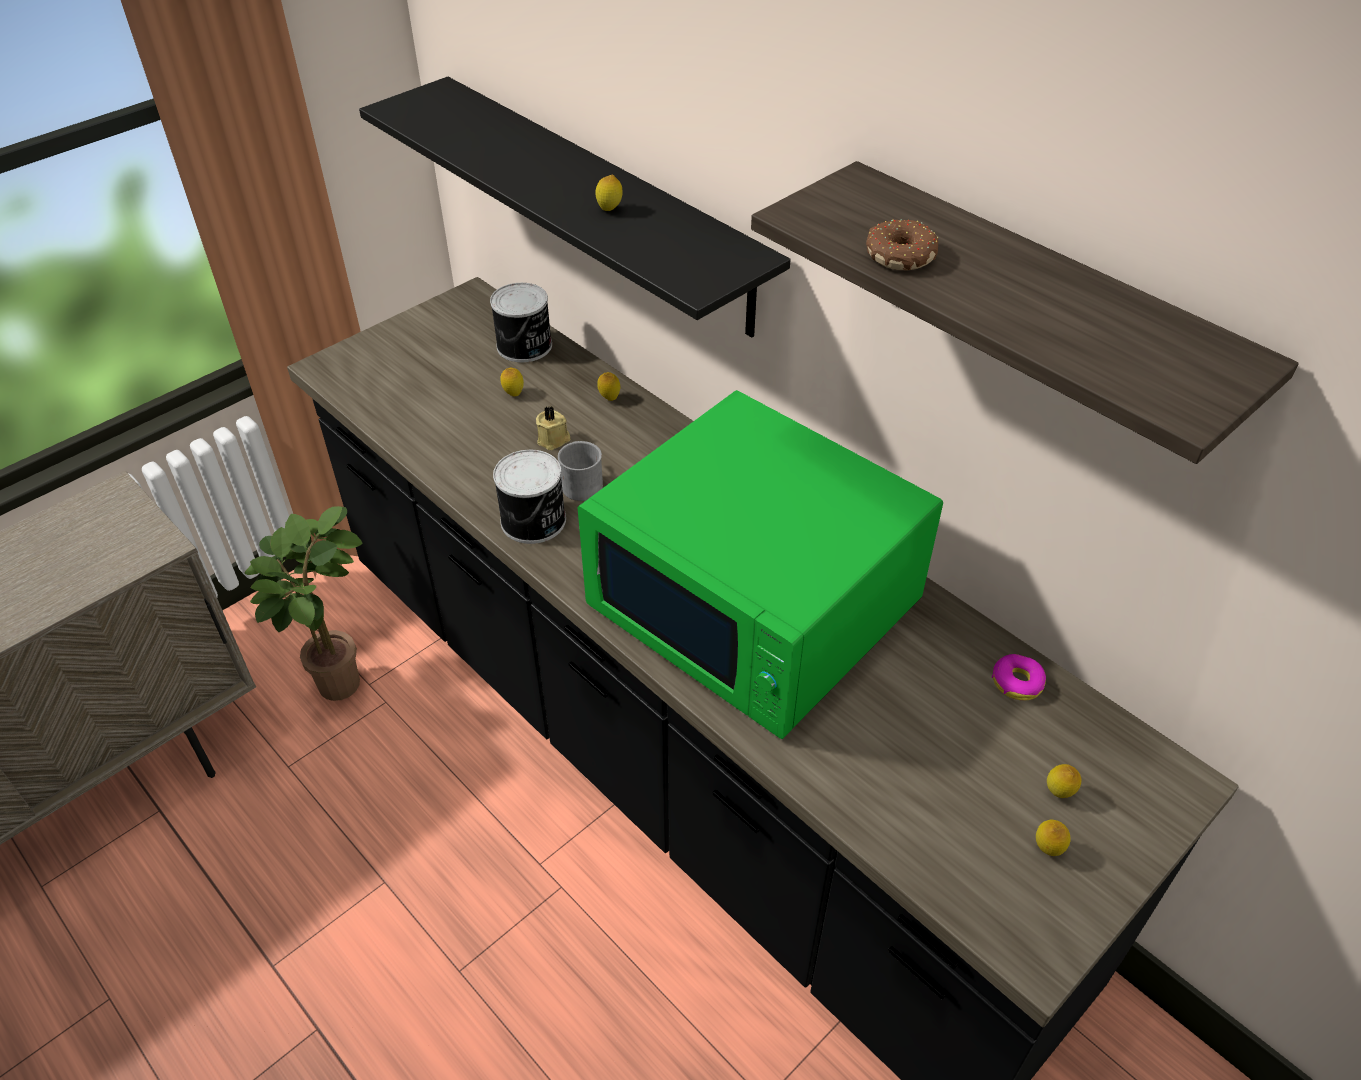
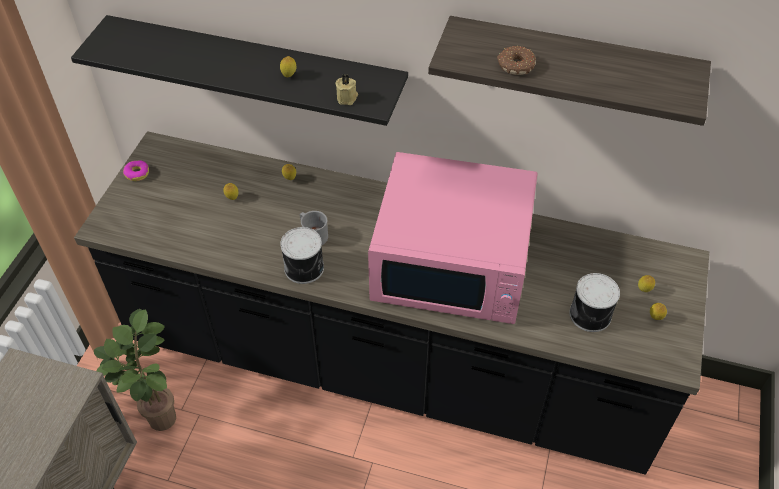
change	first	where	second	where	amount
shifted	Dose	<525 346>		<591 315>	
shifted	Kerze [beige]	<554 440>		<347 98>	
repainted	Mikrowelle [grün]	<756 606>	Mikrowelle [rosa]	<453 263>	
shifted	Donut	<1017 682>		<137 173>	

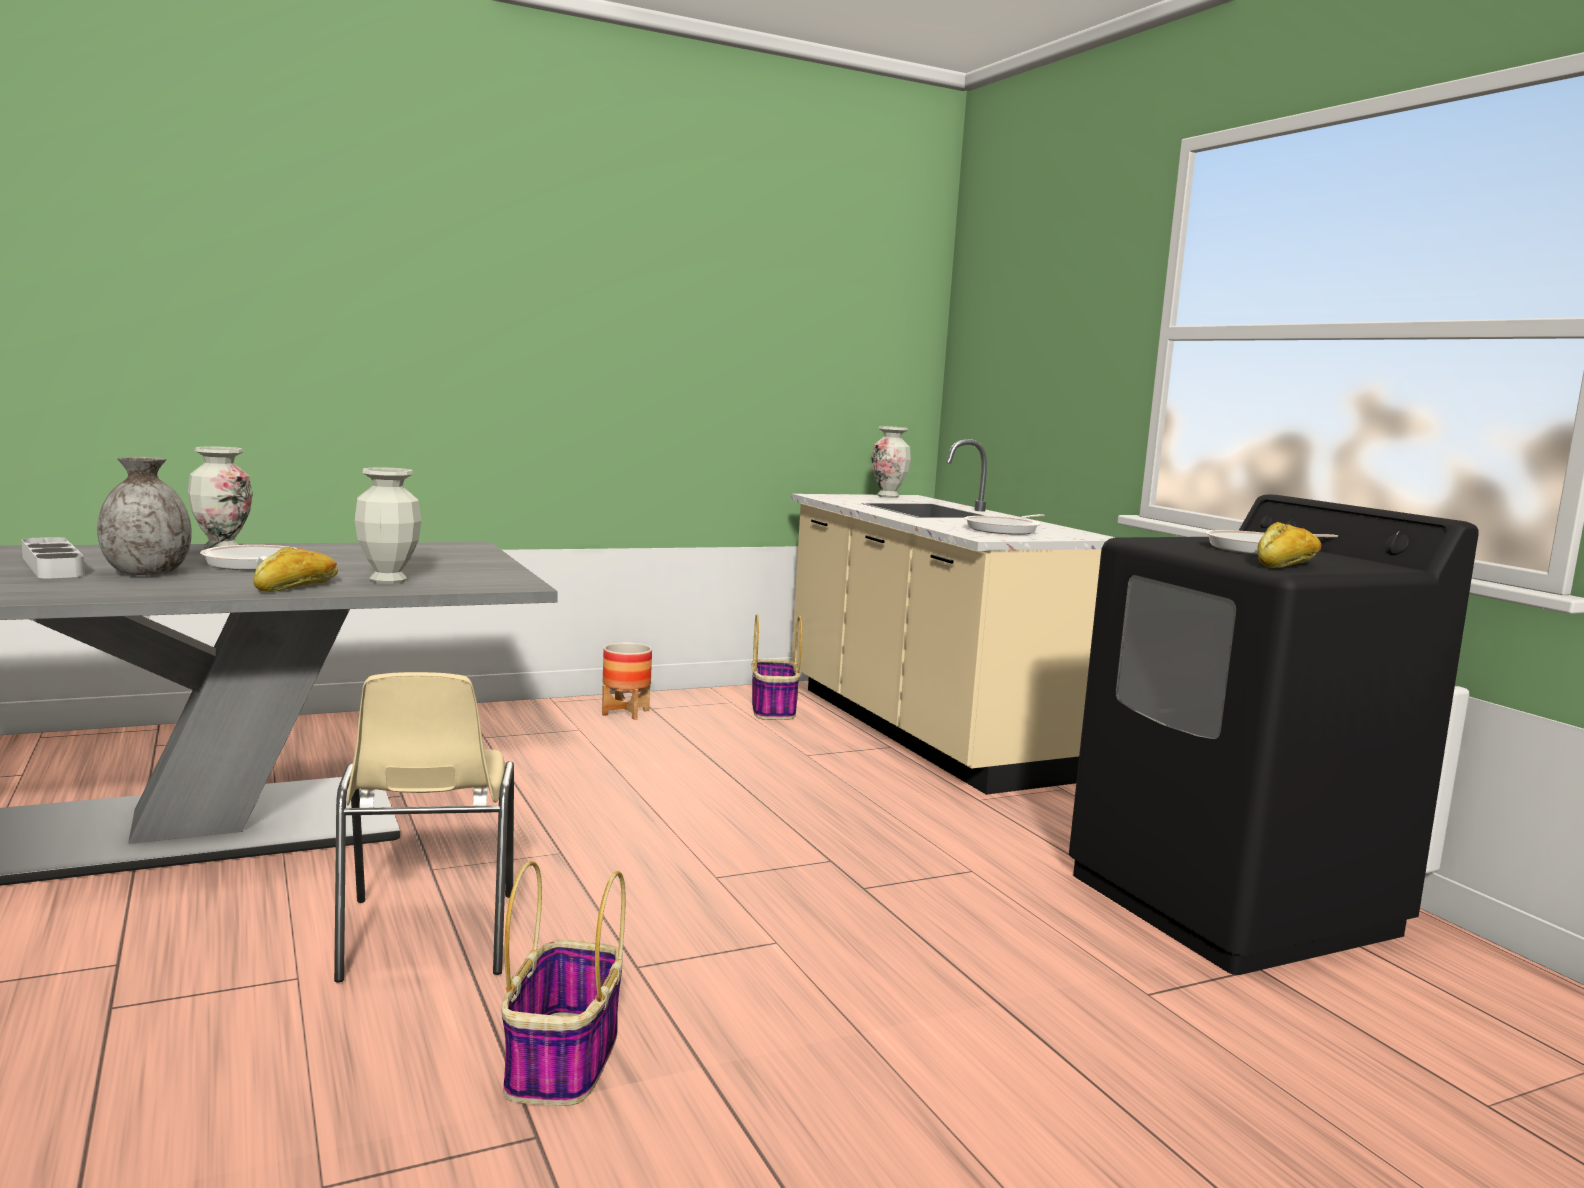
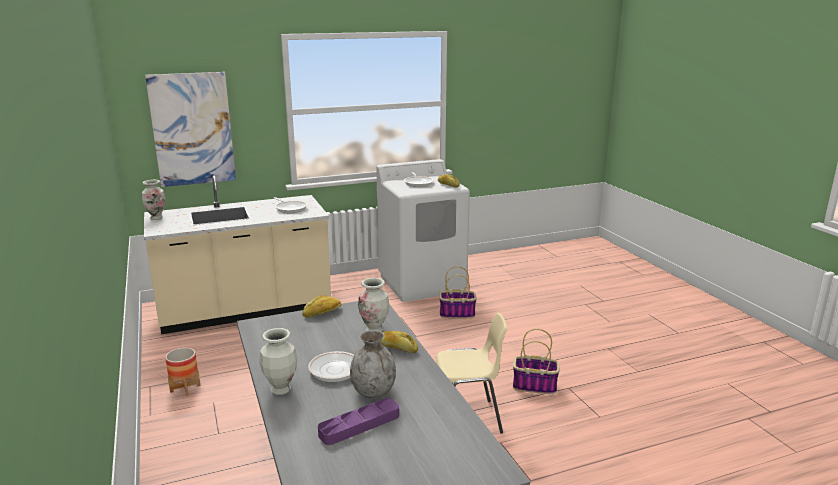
change	first	where	second	where	amount
repainted	Tablett [grau]	<52 566>	Tablett [lila]	<359 425>	
shifted	Korb	<773 710>		<457 314>	
repainted	Waschmaschine [schwarz]	<1233 904>	Waschmaschine [weiß]	<422 283>	
new			Bild	<192 129>	
new			Brot	<322 312>	

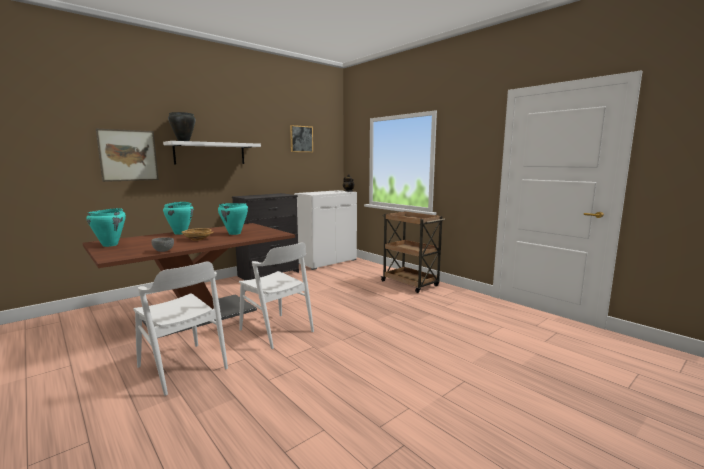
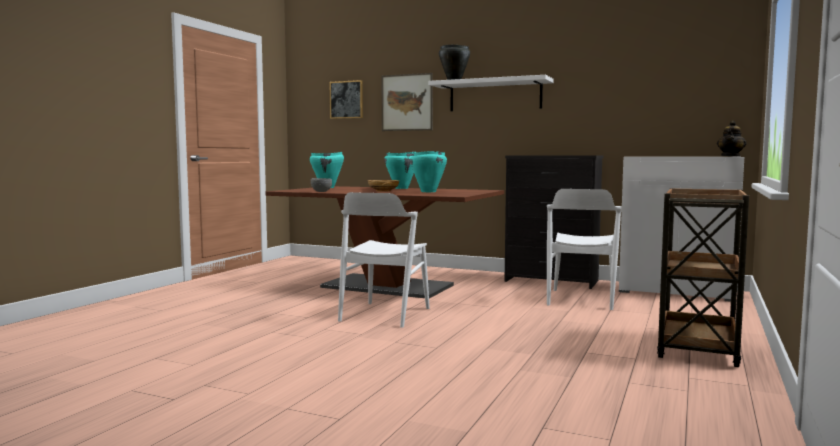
change	first	where	second	where	amount
shifted	Stuhl [weiß]	<182 367>		<581 299>	
shifted	Bild	<301 139>		<346 99>	

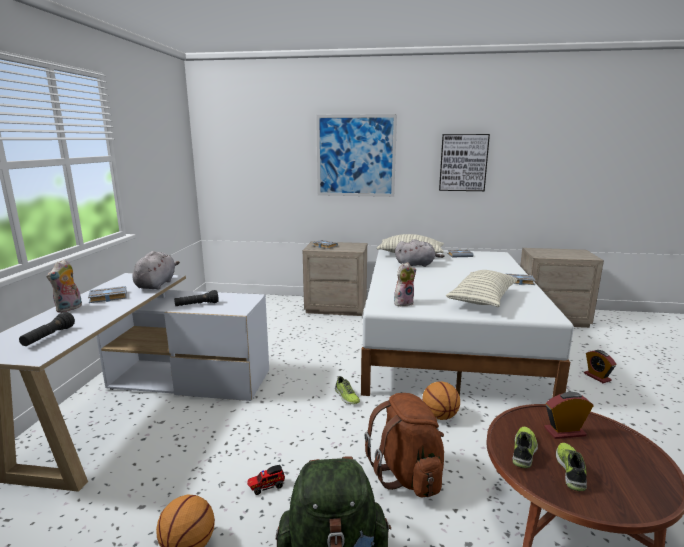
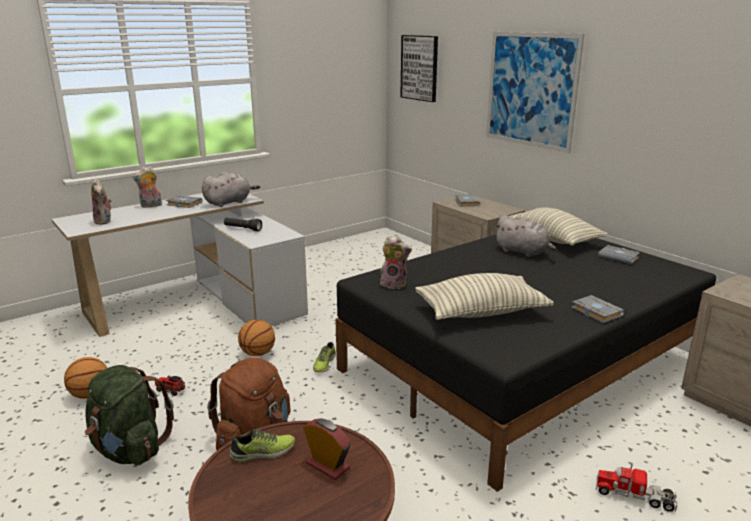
change	first	where	second	where	amount
swapped	Taschenlampe [schwarz]	<48 337>	Plüschtier	<104 221>	
repainted	Bett [weiß]	<447 342>	Bett [schwarz]	<521 365>	
shifted	Basketball	<439 416>		<257 353>	
shifted	Bild	<463 162>		<419 68>	
gone	Schuh	<571 470>			
swapped	Wecker	<597 377>	Spielzeuglaster	<634 495>	

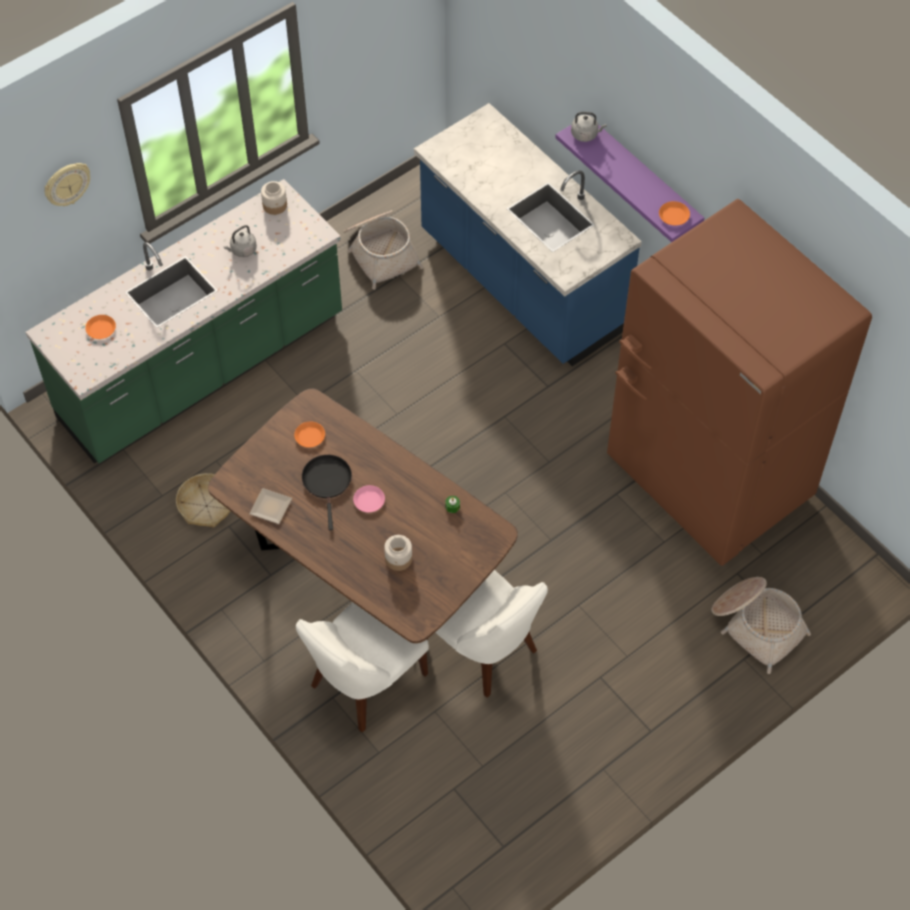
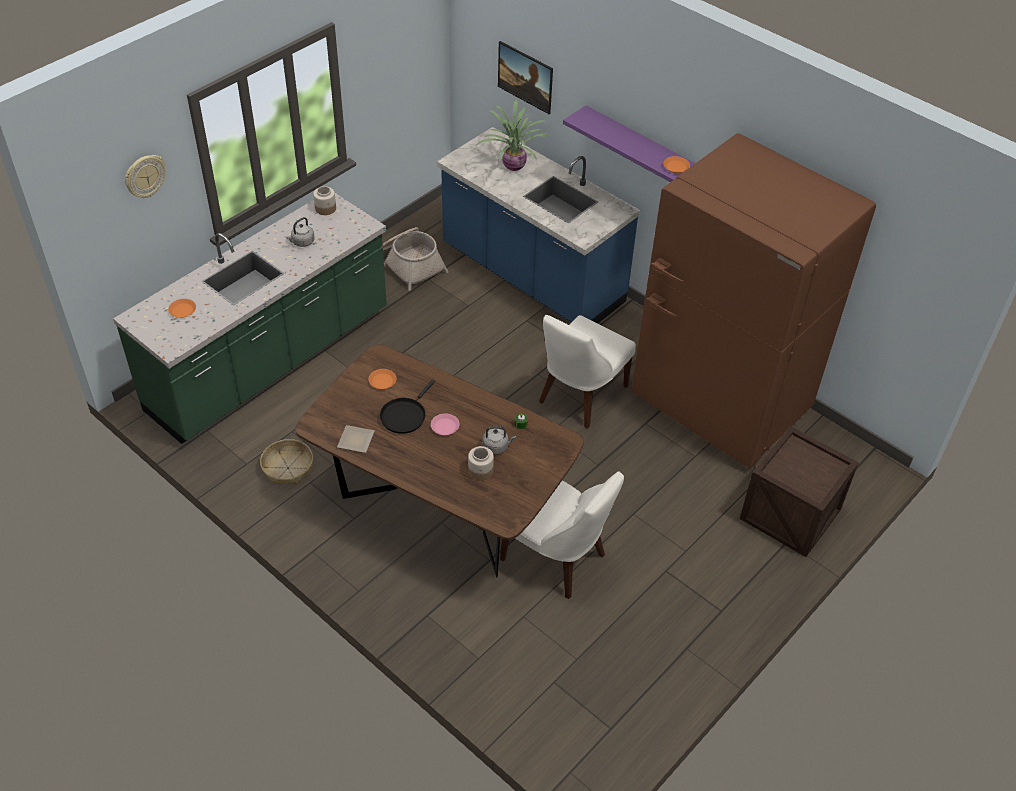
change	first	where	second	where	amount
shifted	Stuhl [weiß]	<364 682>		<580 396>	
rotated	Pfanne [schwarz]	<327 482>		<404 415>	135 degrees counterclockwise
shifted	Wasserkessel [grau]	<586 134>		<497 446>	
swapped	Korb	<756 625>	Kiste	<790 514>	
new			Topfpflanze	<514 165>	
new			Bild	<524 88>	

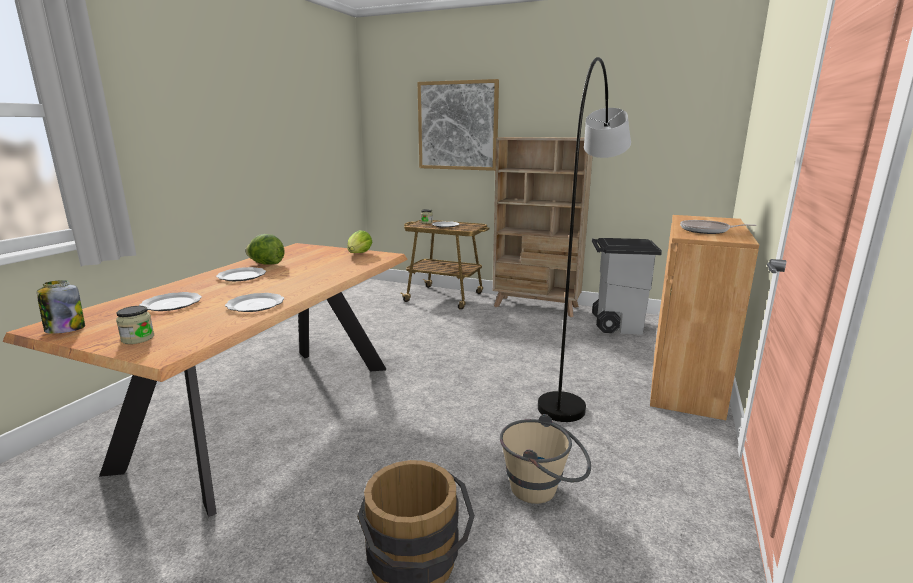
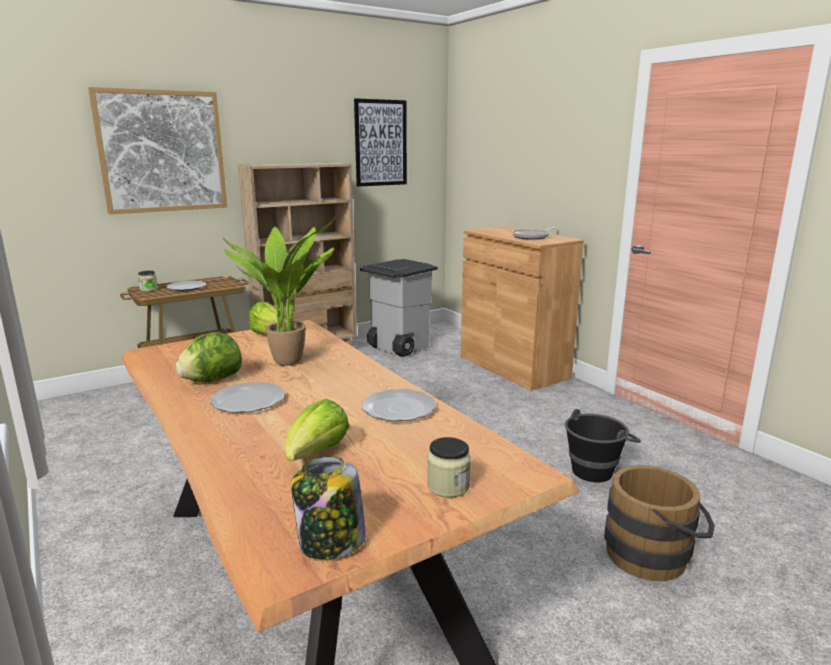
change	first	where	second	where	amount
swapped	Teller	<172 304>	Salatkopf	<316 455>	
repainted	Eimer [beige]	<543 490>	Eimer [schwarz]	<597 469>	
gone	Stehlampe [grau]	<577 371>			
new			Topfpflanze	<291 360>	
new			Bild	<380 143>	

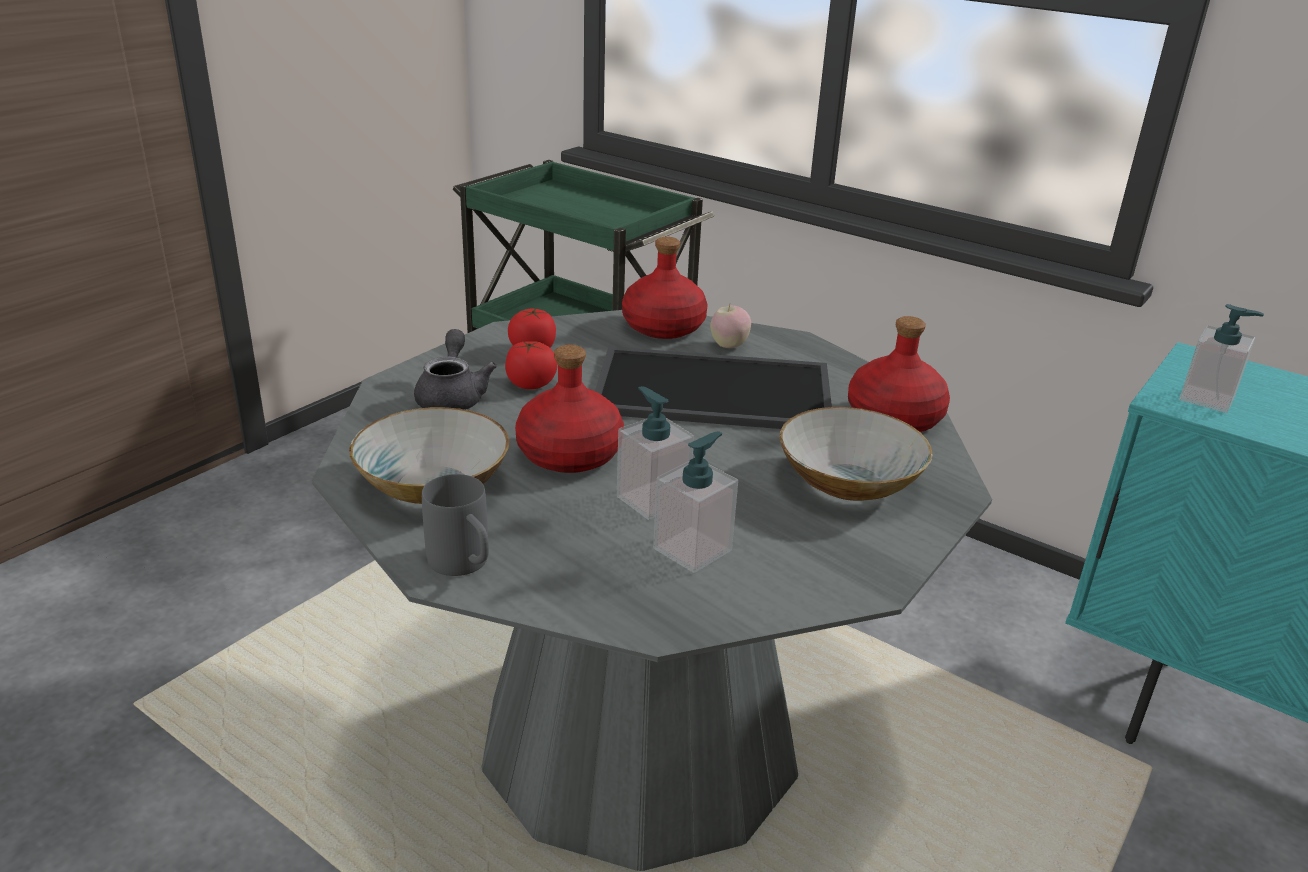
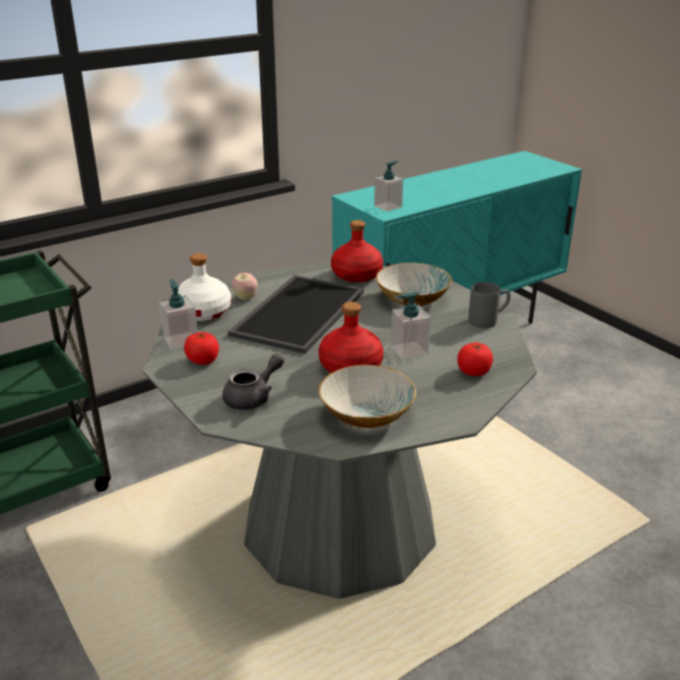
change	first	where	second	where	amount
rotated	Teekanne [grau]	<452 396>		<253 397>	120 degrees clockwise
shifted	Henkelbecher [grau]	<465 566>		<488 320>	
shifted	Tomate	<531 384>		<474 371>	
repainted	Flasche [rot]	<664 327>	Flasche [weiß]	<203 312>	
shifted	Seifenspender	<692 549>		<181 340>	

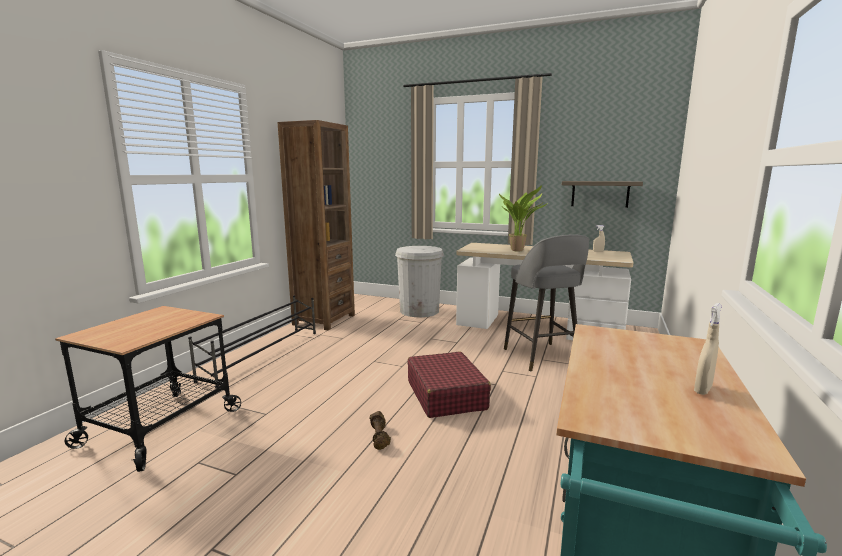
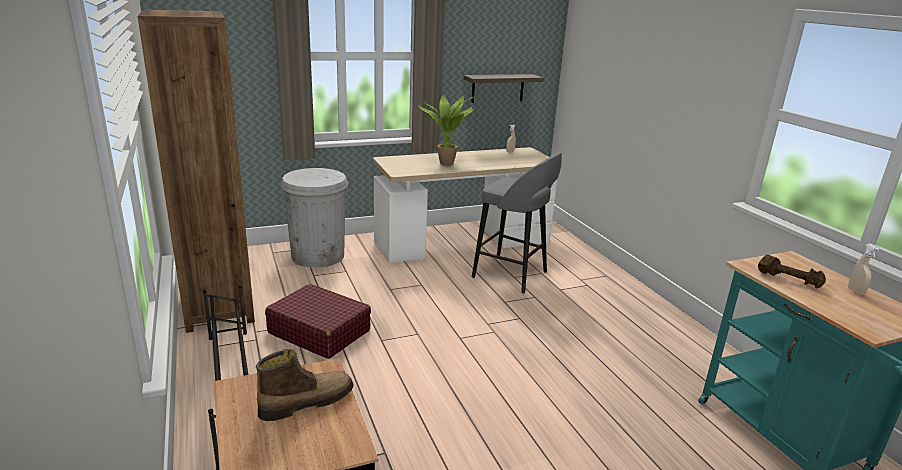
change	first	where	second	where	amount
shifted	Hantel [braun]	<380 437>		<788 279>	
shifted	Koffer [rot]	<446 395>		<319 332>	
new			Stiefel	<306 402>	

